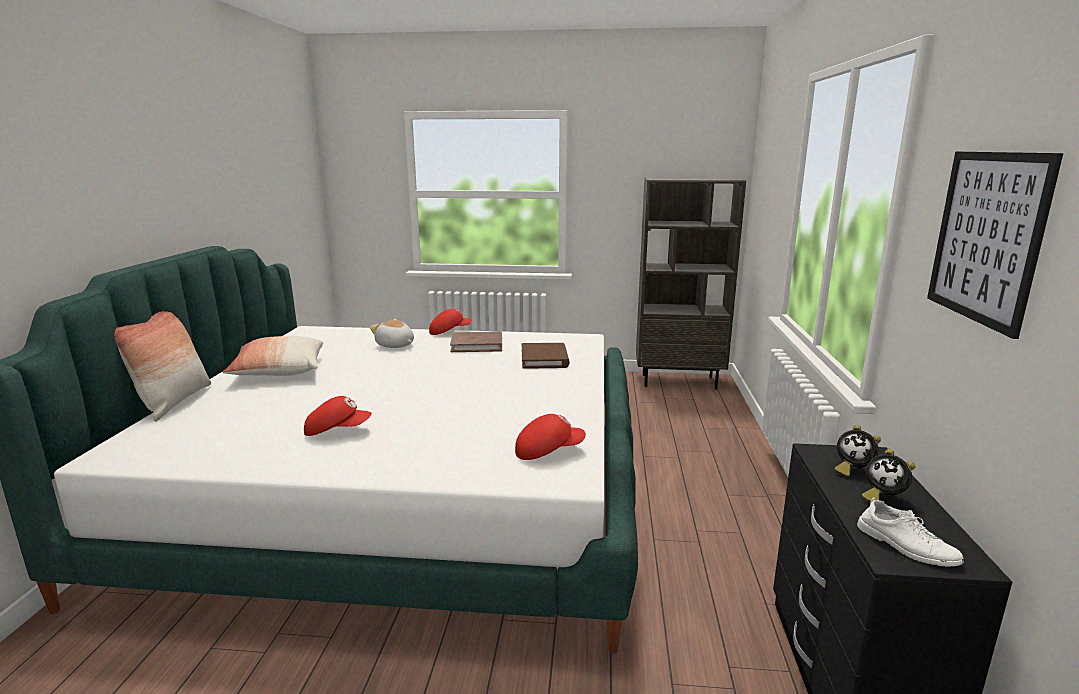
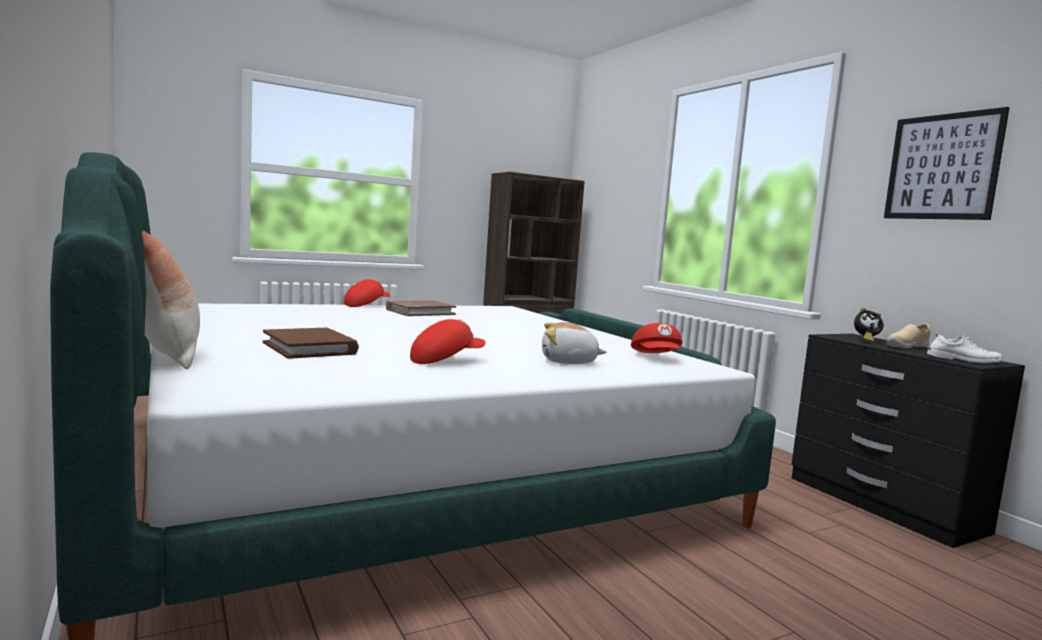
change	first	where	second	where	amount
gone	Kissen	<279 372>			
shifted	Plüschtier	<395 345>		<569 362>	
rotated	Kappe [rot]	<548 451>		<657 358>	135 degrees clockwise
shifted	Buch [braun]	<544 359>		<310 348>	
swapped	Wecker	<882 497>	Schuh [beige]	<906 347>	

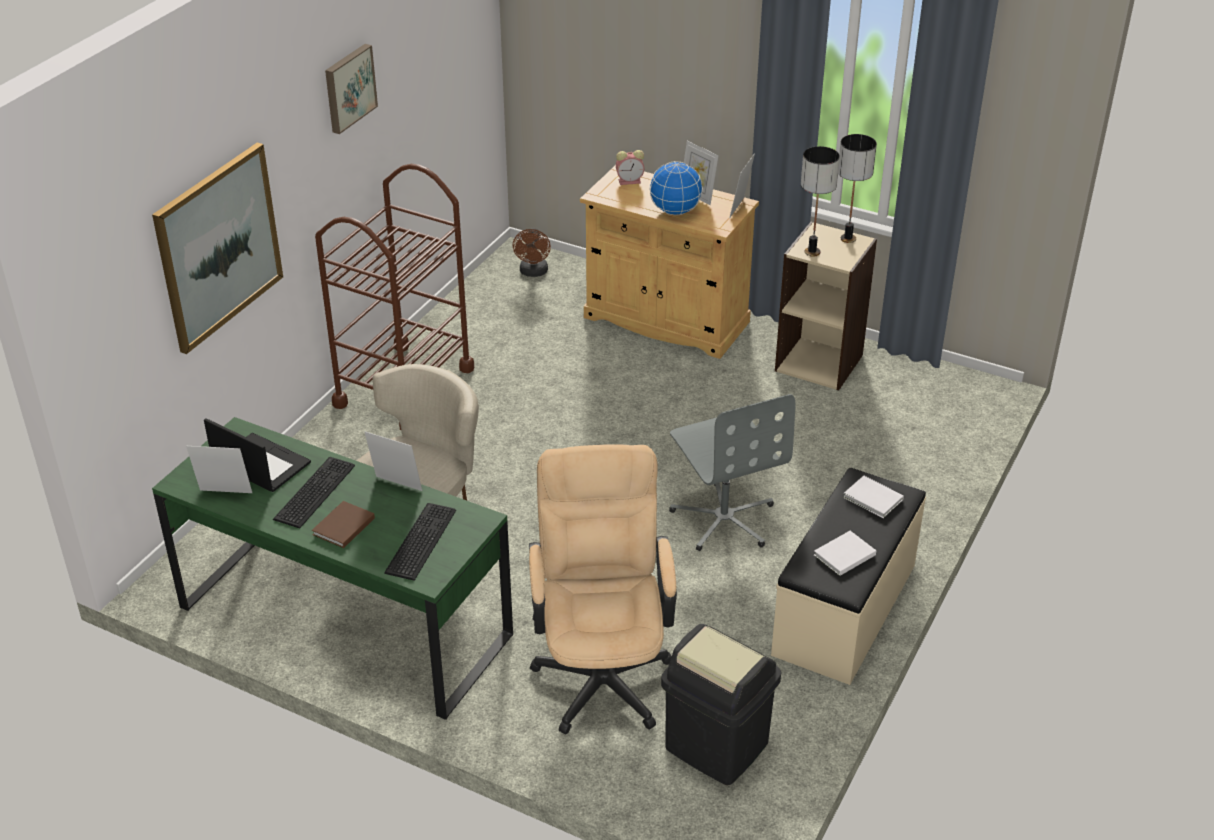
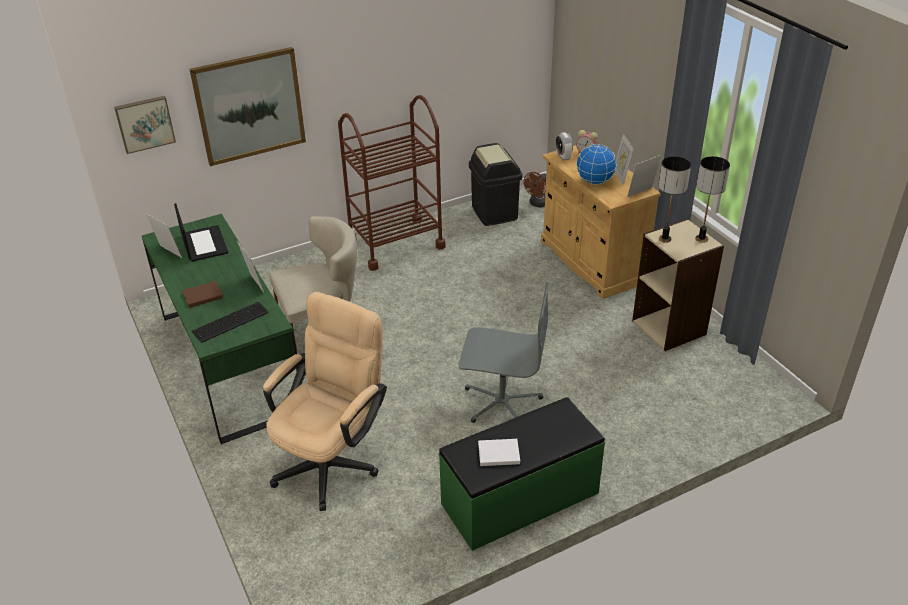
change	first	where	second	where	amount
gone	Tastatur	<312 492>			
shifted	Bild	<348 87>		<145 123>	
shifted	Mülleimer [schwarz]	<716 746>		<494 213>	
rotated	Bürostuhl [grau]	<724 518>		<501 401>	90 degrees counterclockwise
repainted	Bank [beige]	<846 610>	Bank [grün]	<520 499>	
gone	Buch [weiß]	<873 499>			
new			Wecker	<563 156>	

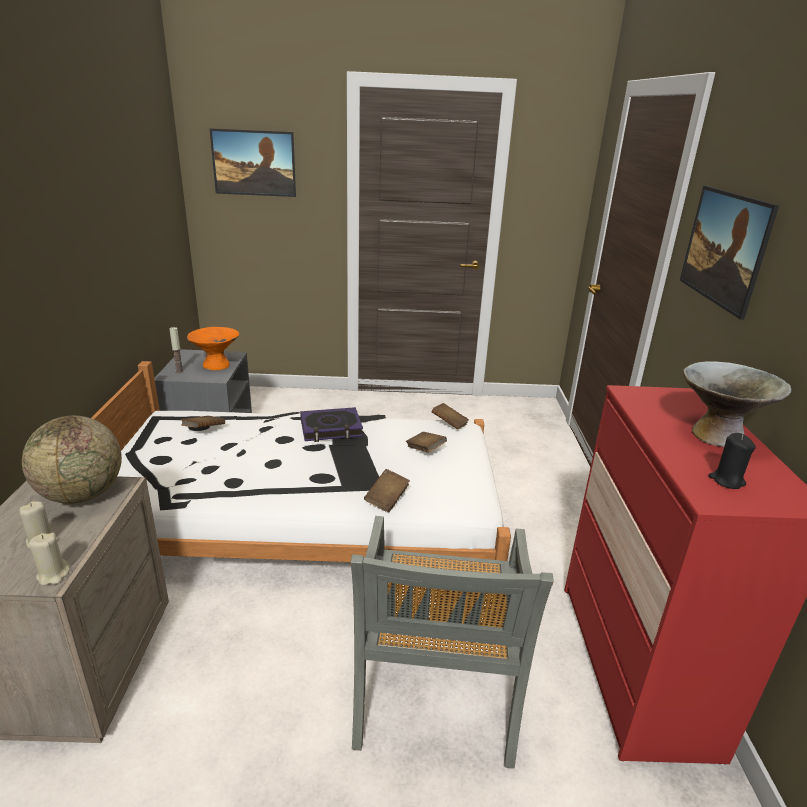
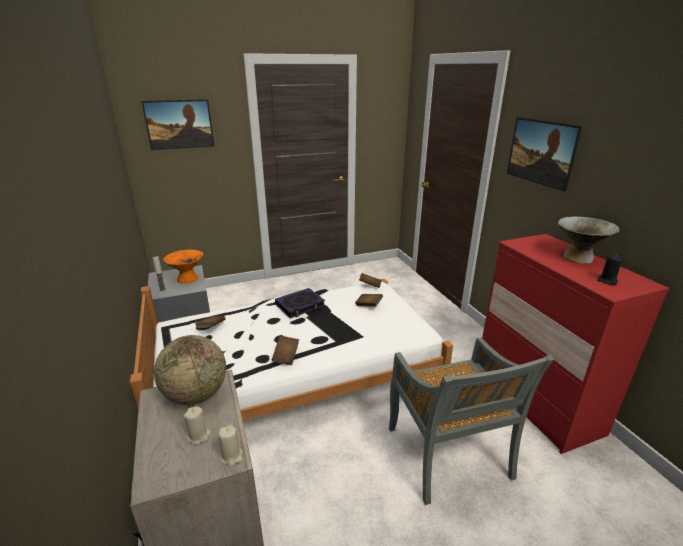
change	first	where	second	where	amount
shifted	Buch [braun]	<387 499>		<286 356>	

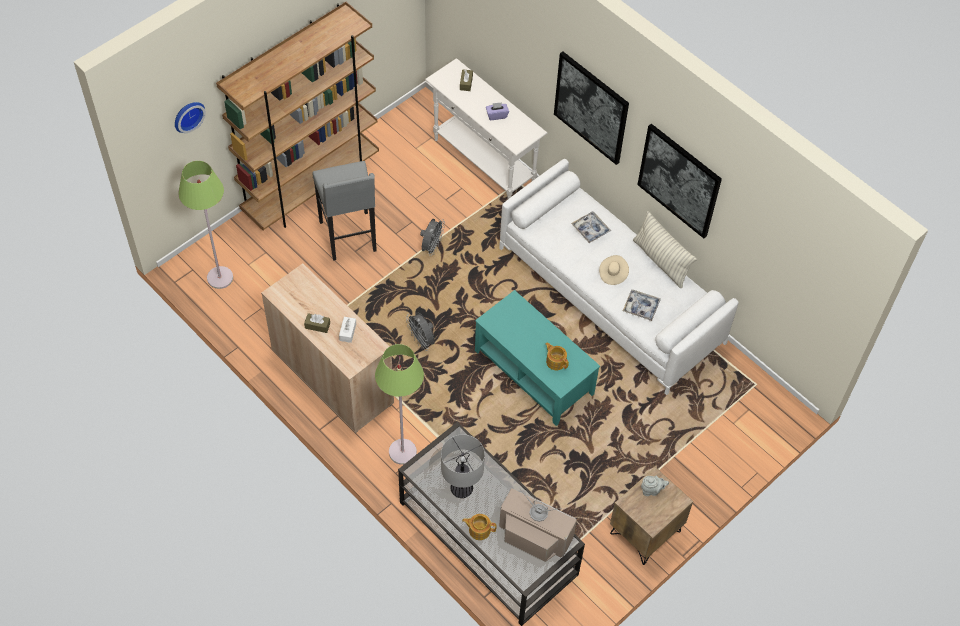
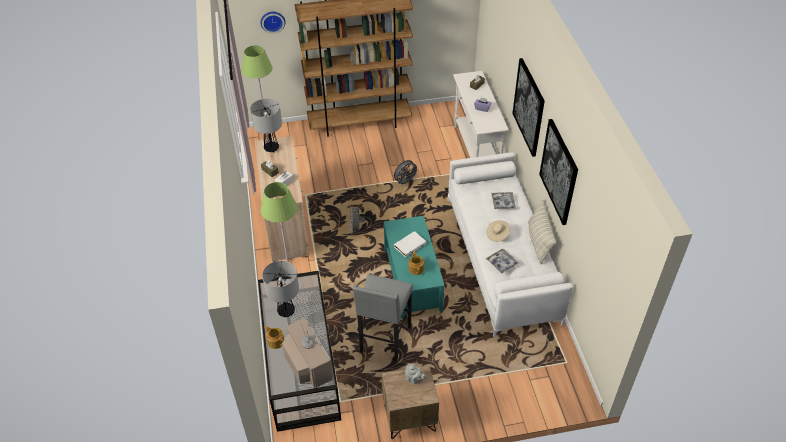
change	first	where	second	where	amount
shifted	Hocker [grau]	<349 237>		<384 340>	
new			Tischlampe	<271 148>	
new			Buch [weiß]	<409 245>	

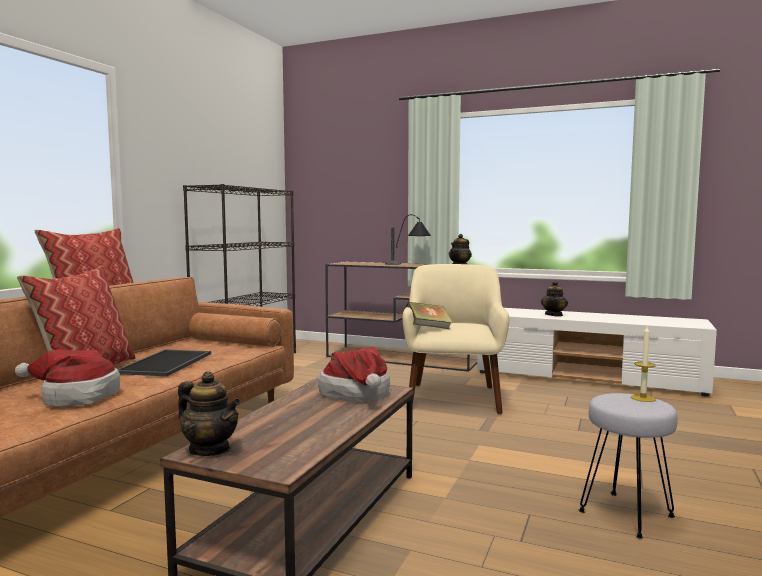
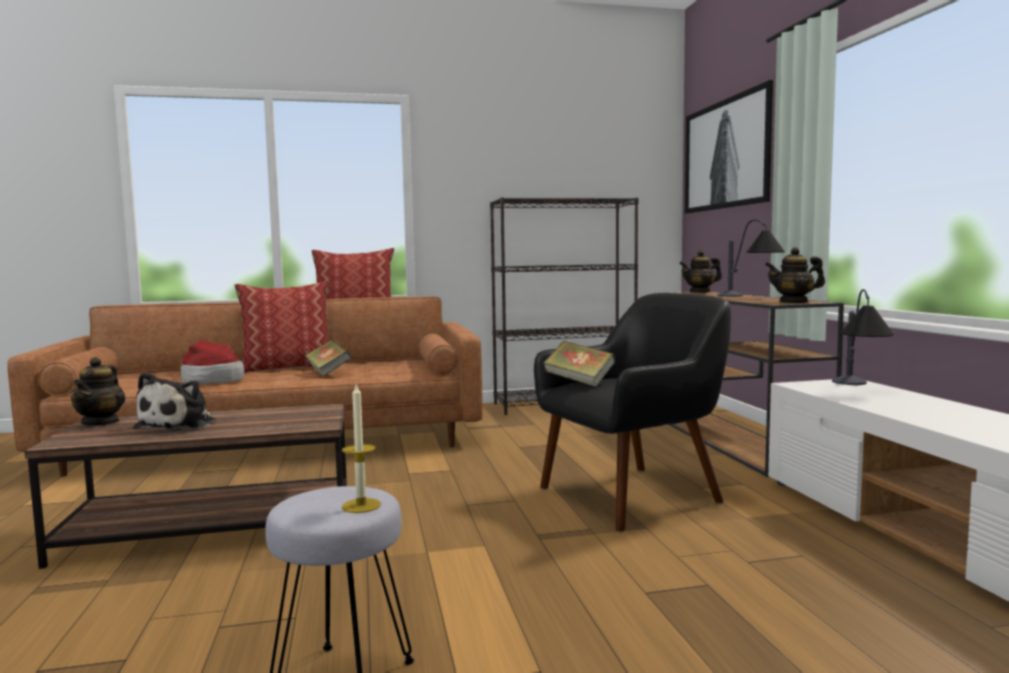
change	first	where	second	where	amount
swapped	Tablett	<166 363>	Buch	<328 372>	
gone	Hut	<357 395>			
repainted	Sessel [beige]	<453 398>	Sessel [schwarz]	<632 496>	
shifted	Teekanne	<554 315>		<700 292>	
new			Plüschtier	<180 424>	
new			Bild	<725 154>	
new			Tischlampe	<858 388>	

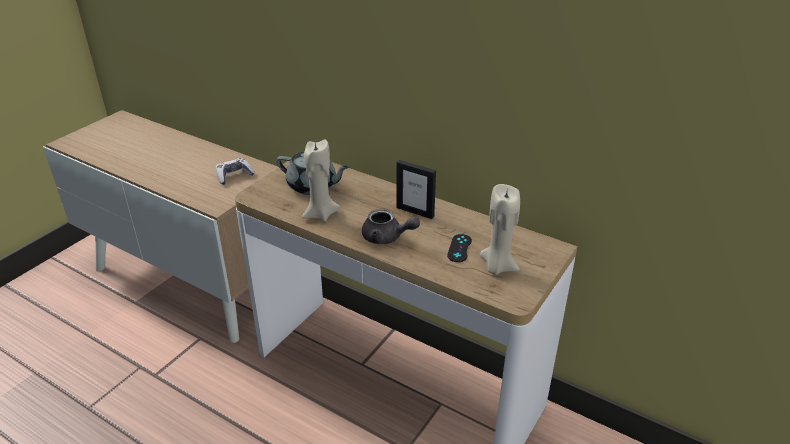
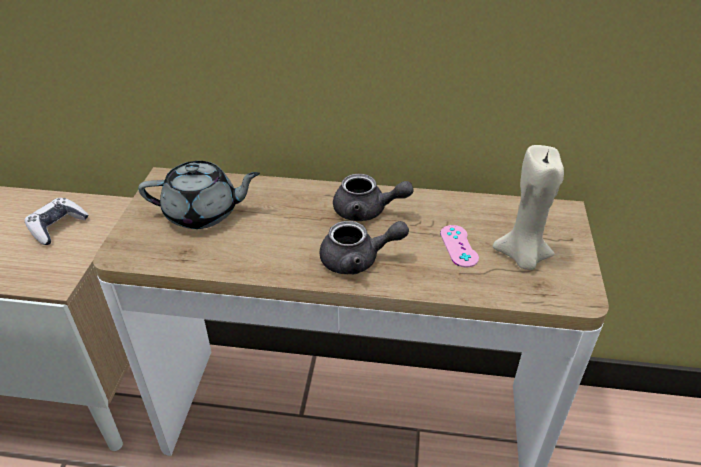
change	first	where	second	where	amount
gone	Kerze [beige]	<320 214>			
swapped	Bilderrahmen	<415 211>	Teekanne [grau]	<367 211>	
repainted	Gamepad [schwarz]	<459 248>	Gamepad [rosa]	<459 246>	

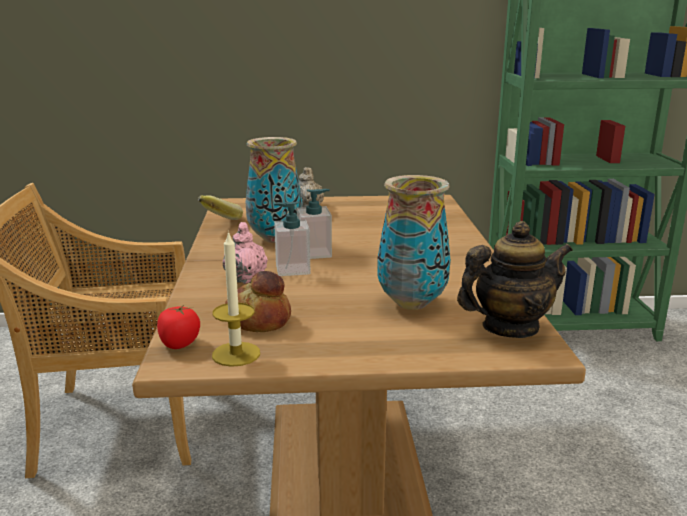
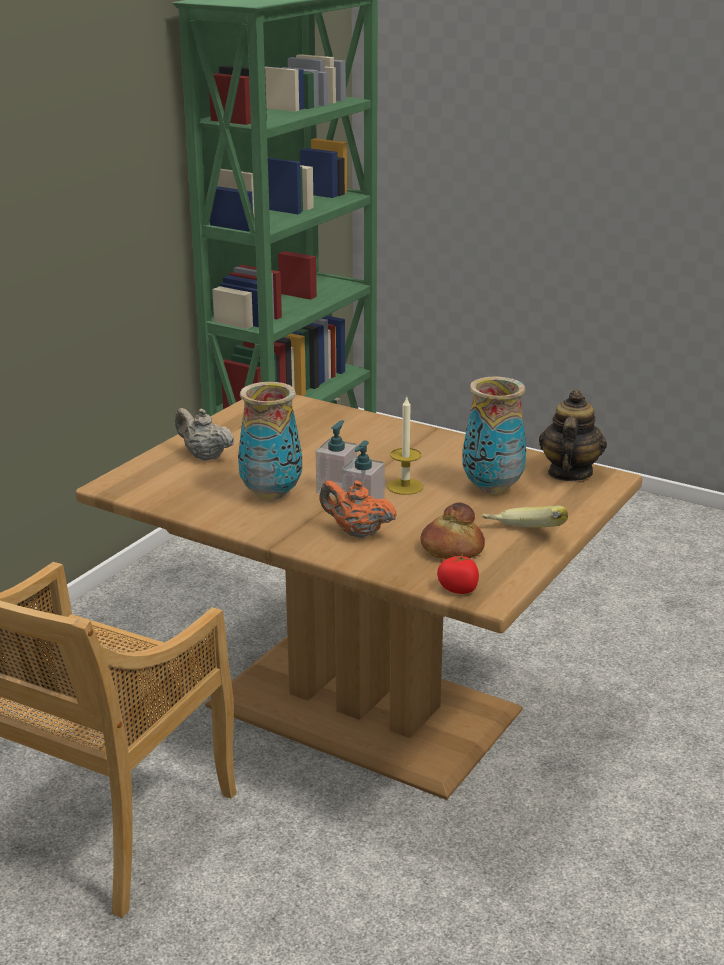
change	first	where	second	where	amount
shifted	Banane	<217 222>		<523 537>	
shifted	Kerze	<236 354>		<405 486>	
repainted	Teekanne [rosa]	<246 278>	Teekanne [orange]	<357 533>	

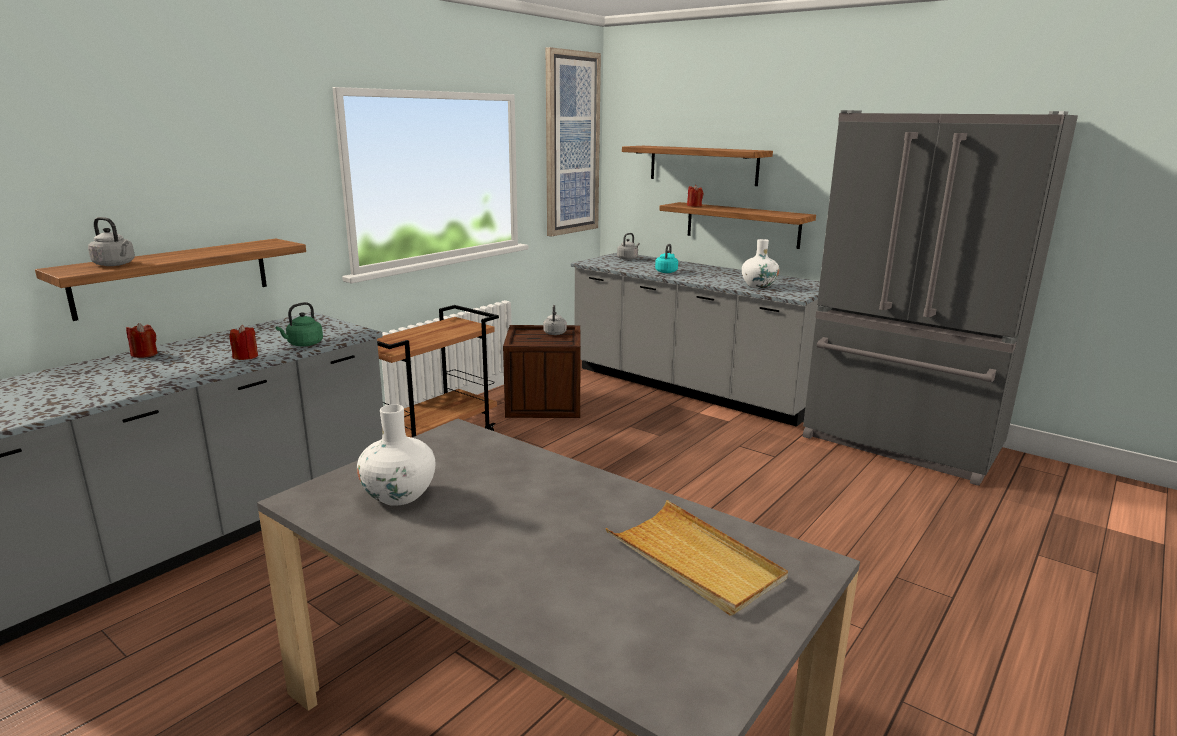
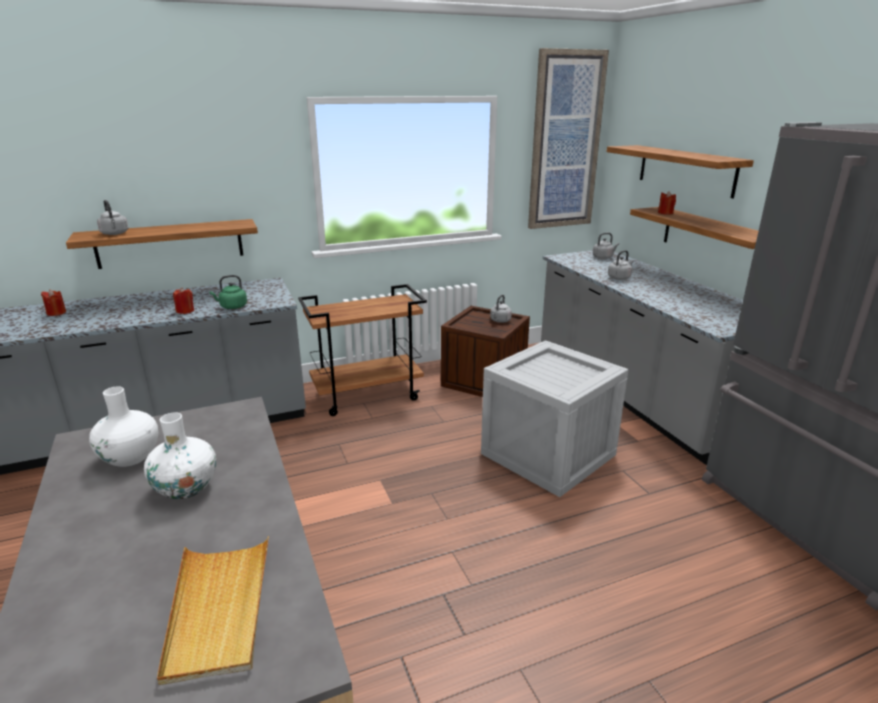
change	first	where	second	where	amount
shifted	Kerze [rot]	<144 354>		<56 313>	
repainted	Wasserkessel [türkis]	<666 271>	Wasserkessel [grau]	<619 277>	
shifted	Vase [weiß]	<758 285>		<186 488>	
new			Kiste	<548 454>	

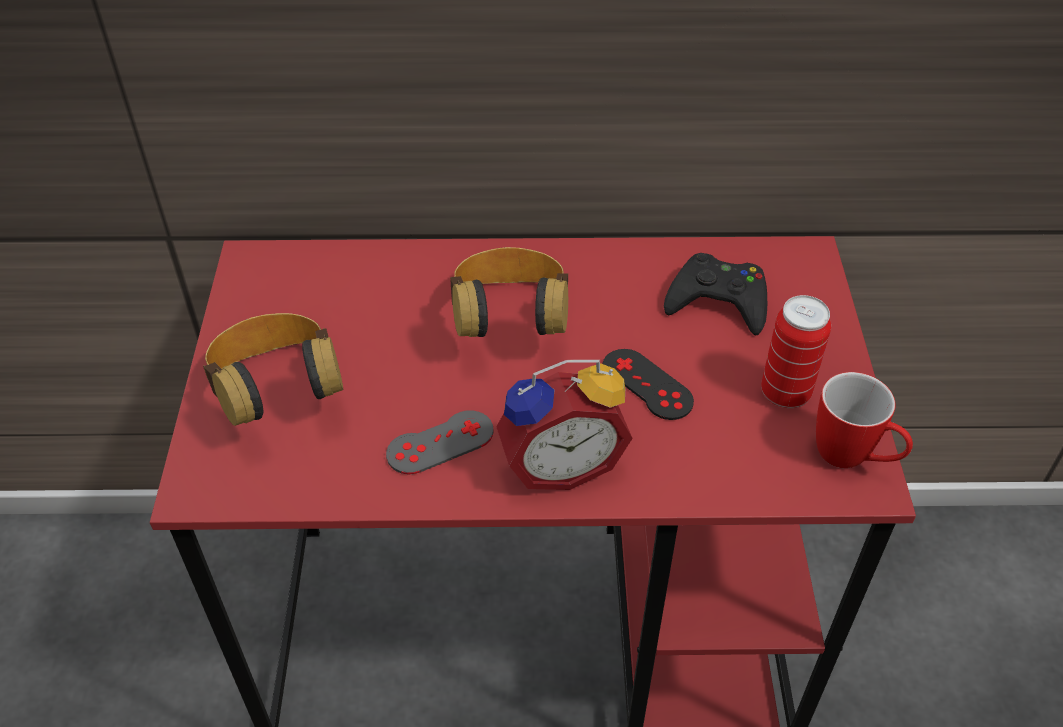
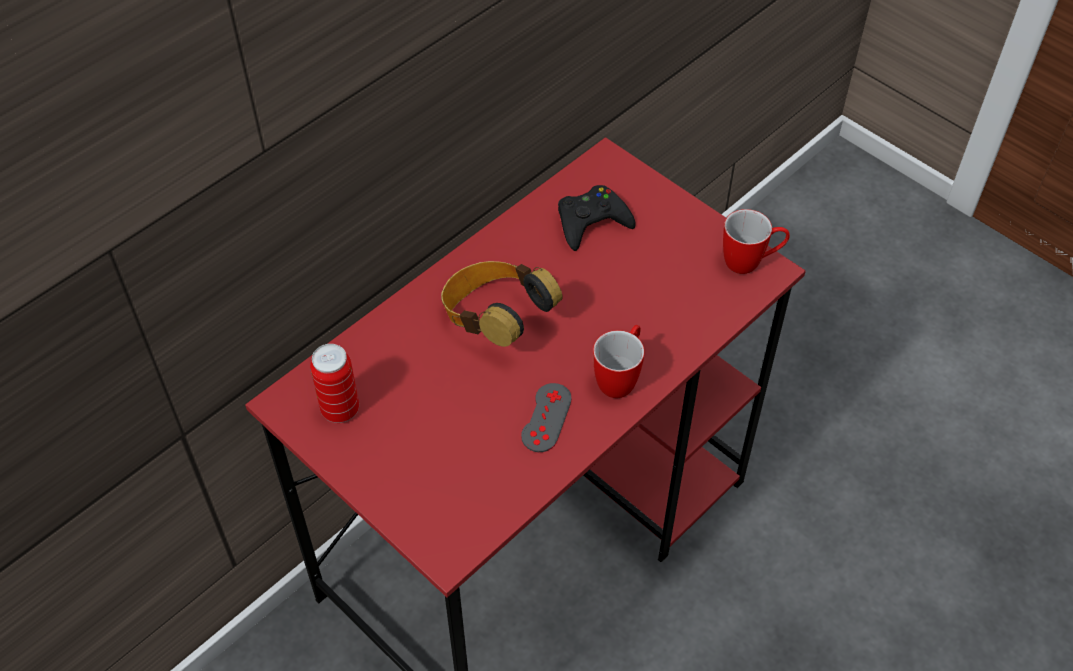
change	first	where	second	where	amount
gone	Kopfhörer	<278 393>			
swapped	Wecker	<560 463>	Henkelbecher	<620 378>	
gone	Gamepad [schwarz]	<647 384>			
shifted	Dose	<785 393>		<340 410>	

